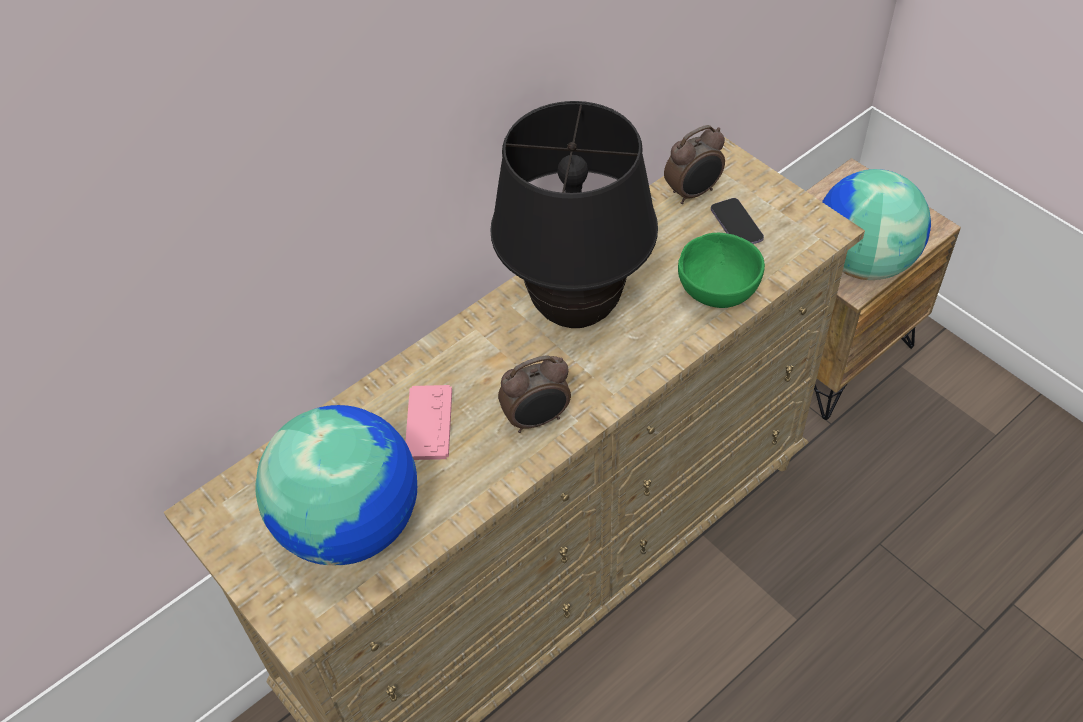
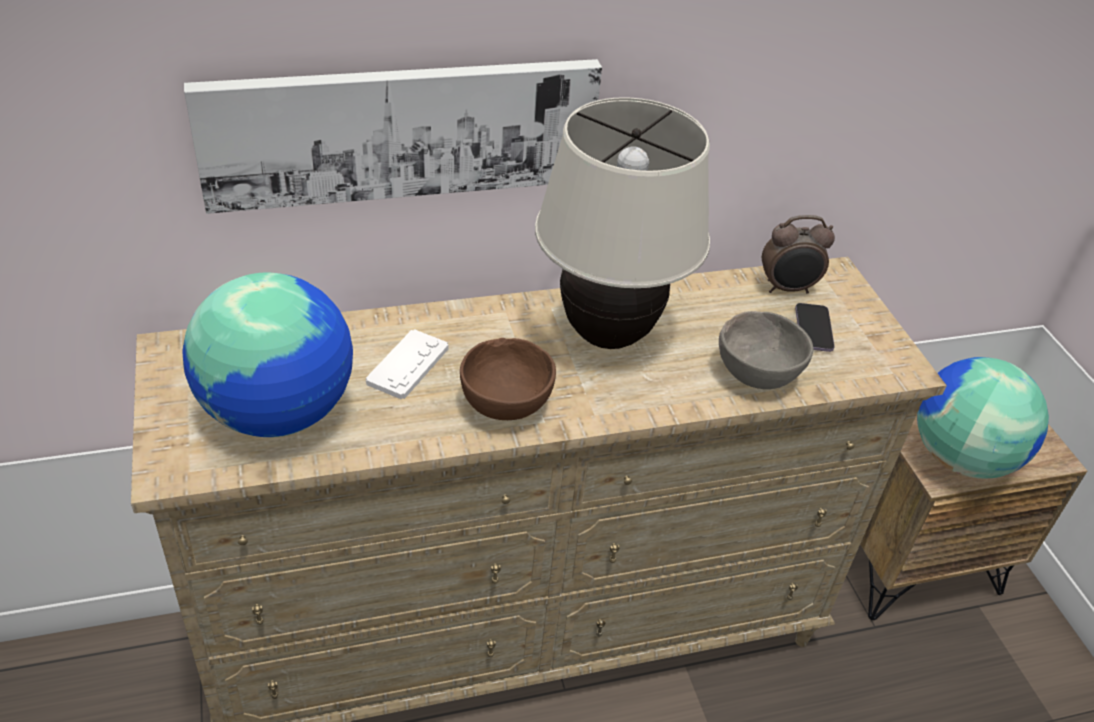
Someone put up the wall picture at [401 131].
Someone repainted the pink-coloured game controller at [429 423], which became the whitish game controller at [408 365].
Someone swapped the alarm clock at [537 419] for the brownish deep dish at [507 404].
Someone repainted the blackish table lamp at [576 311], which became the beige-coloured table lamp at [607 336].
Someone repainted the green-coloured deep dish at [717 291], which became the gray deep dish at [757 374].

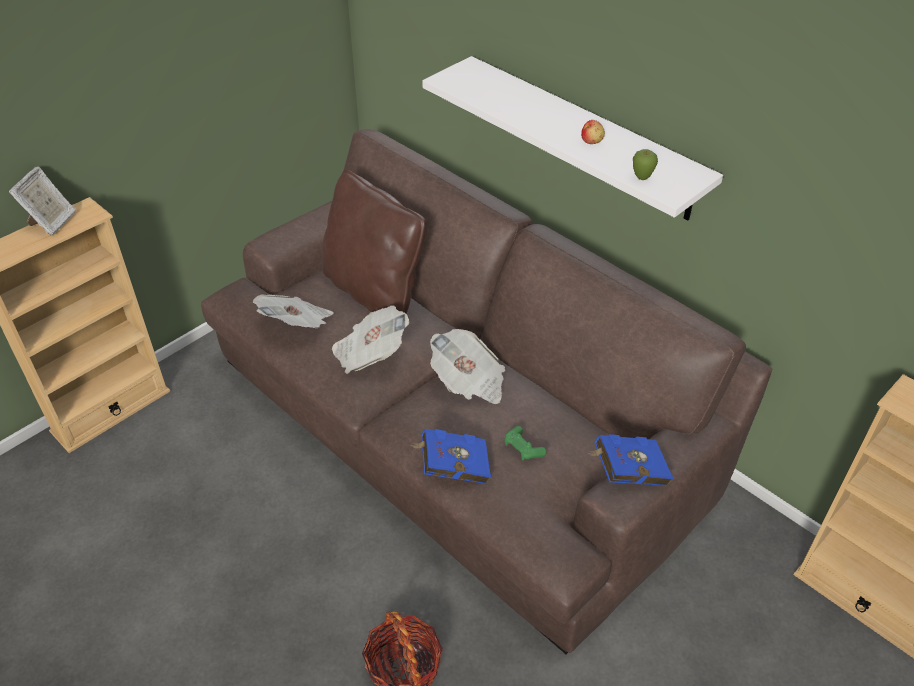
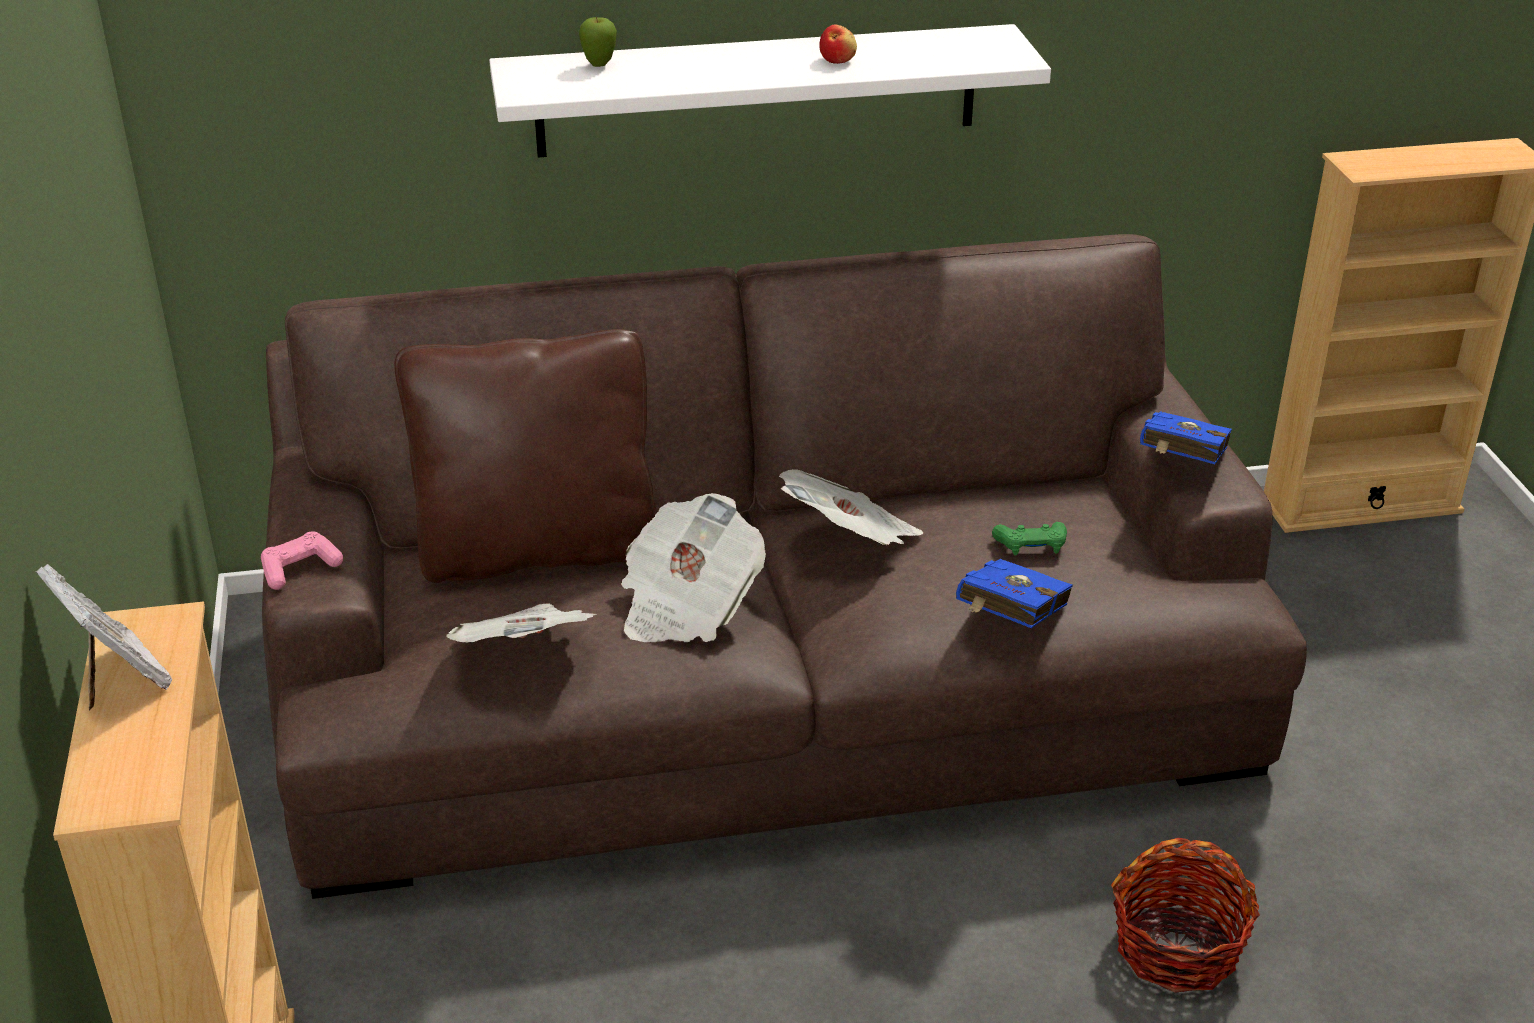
Someone put down the pink-coloured game controller at [300 569].
Someone carried the apple fruit from [642 178] to [599 65].

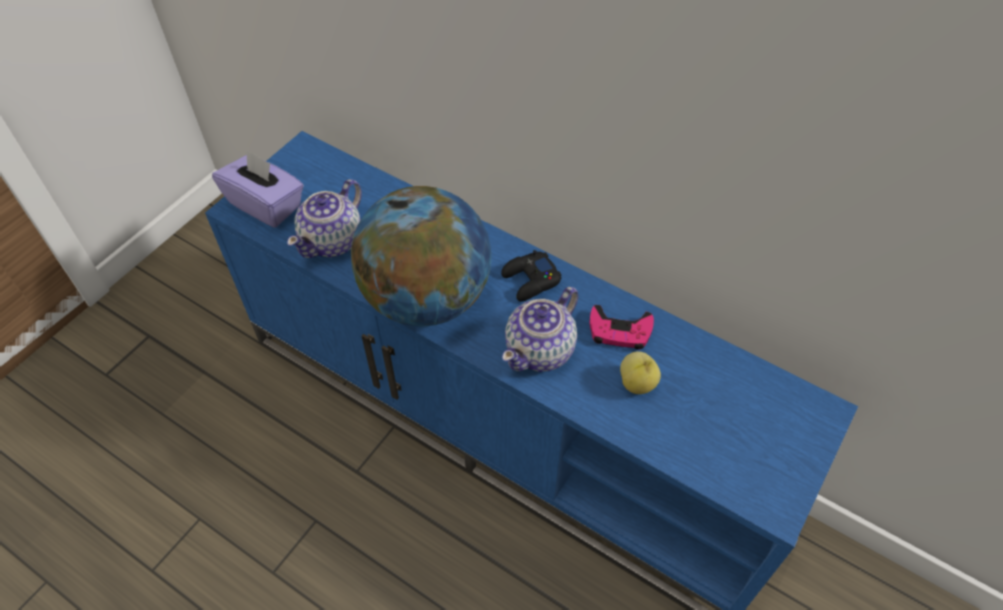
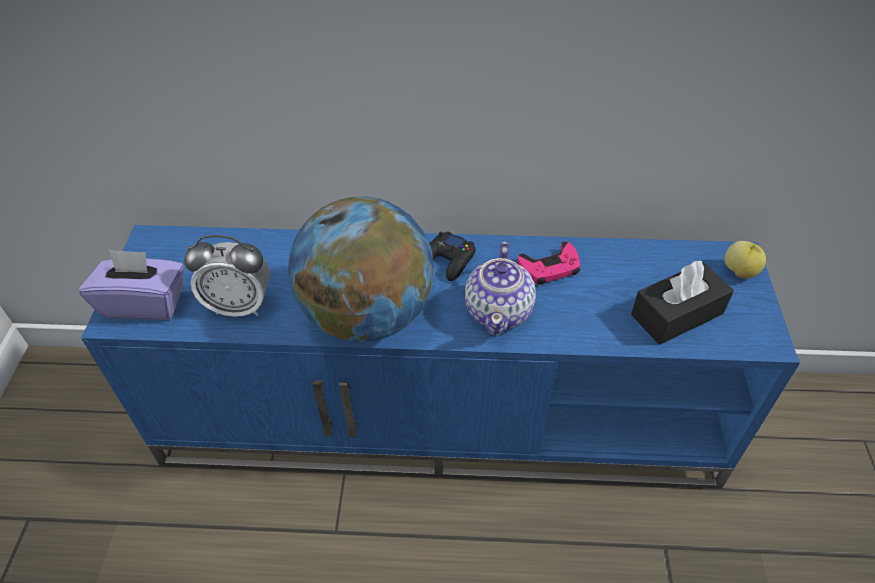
Someone swapped the pot for tea at [333 240] for the alarm clock at [239 306].
Someone put down the blackish tissue box at [677 314].
Someone carried the apple fruit from [637 383] to [740 271].

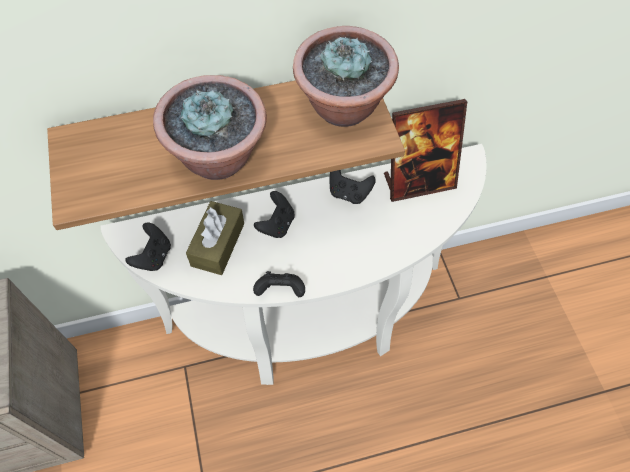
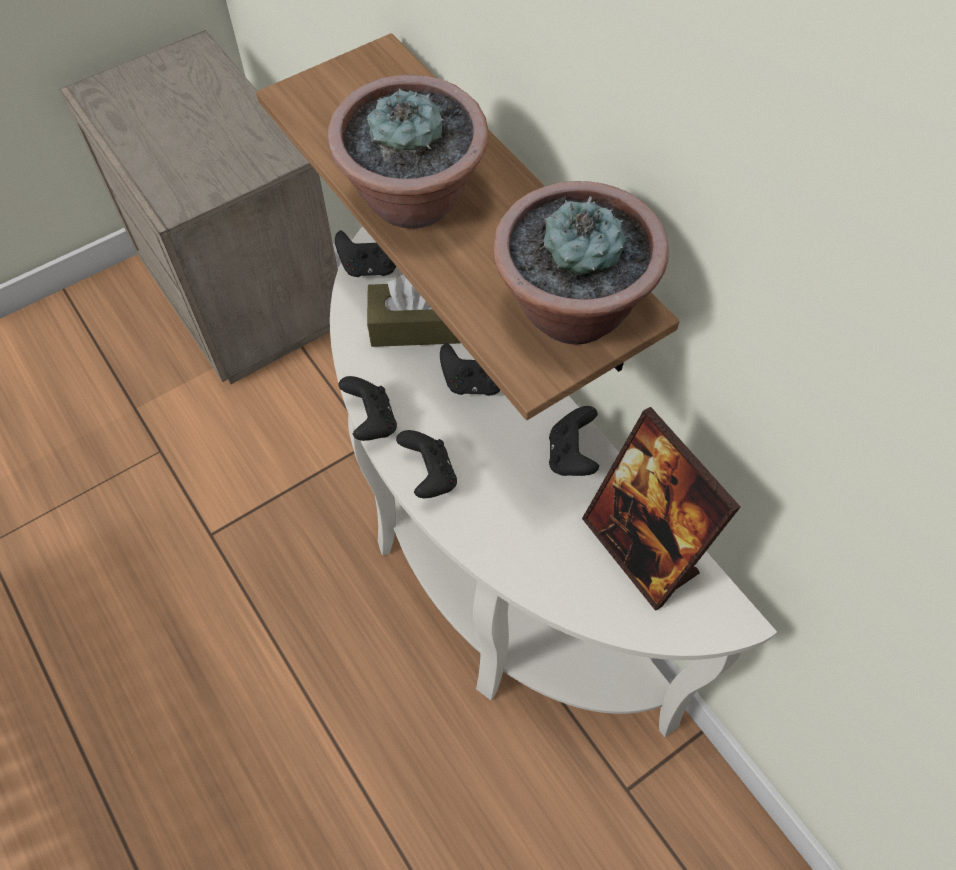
Someone put down the blackish game controller at [429 476].

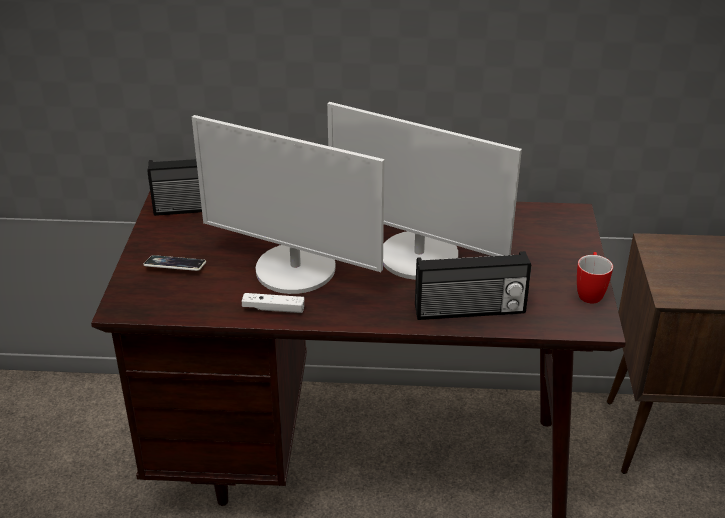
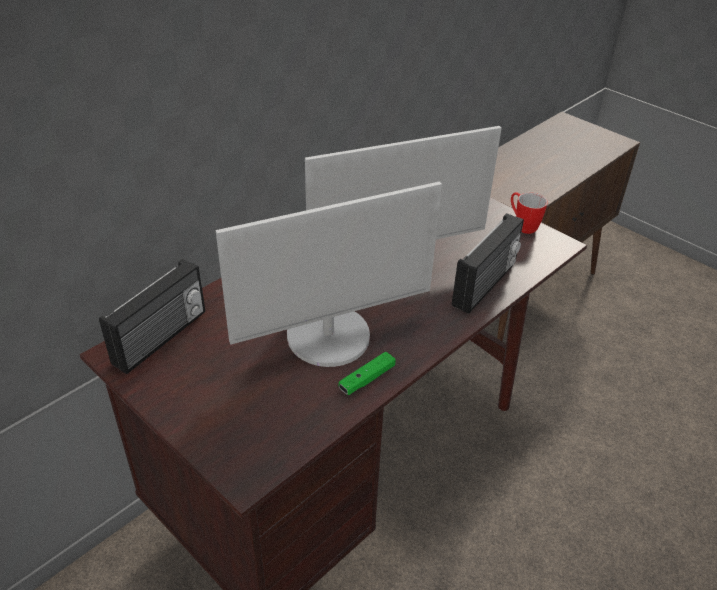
Someone repainted the whitish game controller at [273 309], which became the green-coloured game controller at [367 379].
Someone took away the handset at [175 266].

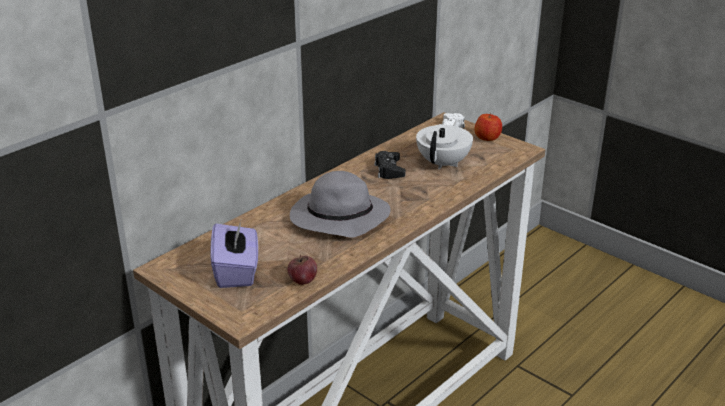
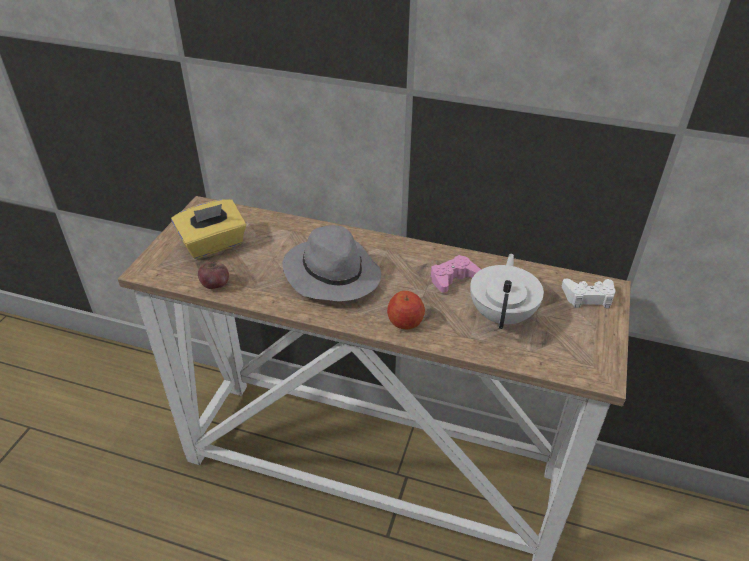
Someone repainted the purple-coloured tissue box at [237 271], which became the yellowish tissue box at [213 244].
Someone carried the apple fruit from [487 138] to [405 322].
Someone repainted the blackish game controller at [389 170], which became the pink-coloured game controller at [452 278].
Someone rotated the whitish pot for tea at [444 163] by 75 degrees counterclockwise.

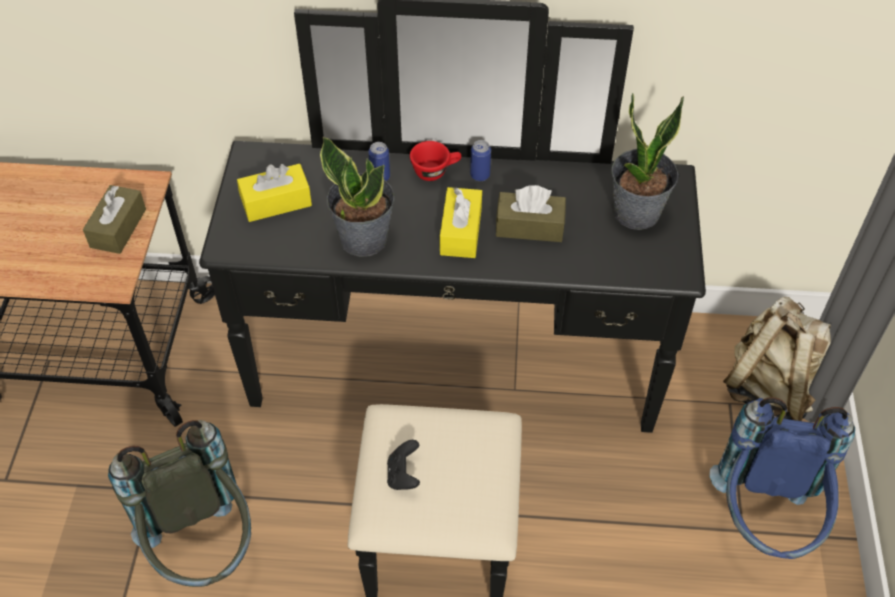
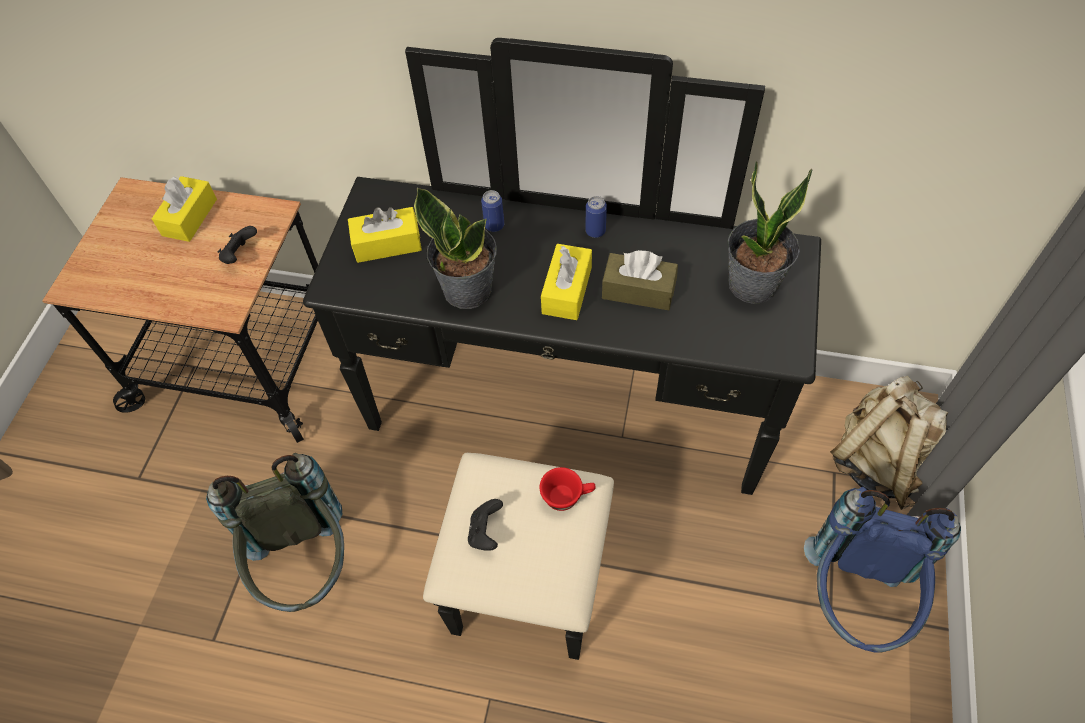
Someone put down the yellowish tissue box at [189 217].
Someone swapped the brownish tissue box at [118 228] for the blackish game controller at [240 255].
Someone carried the red small cup from [435 171] to [567 496].

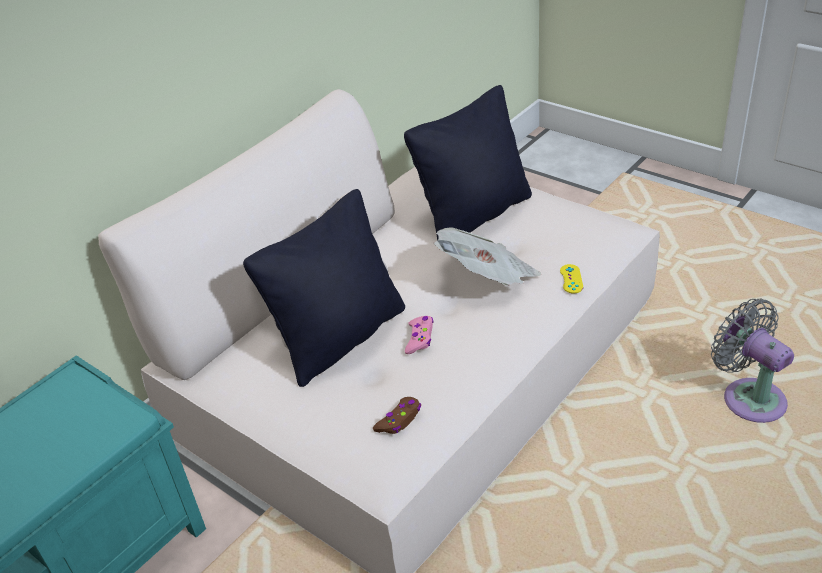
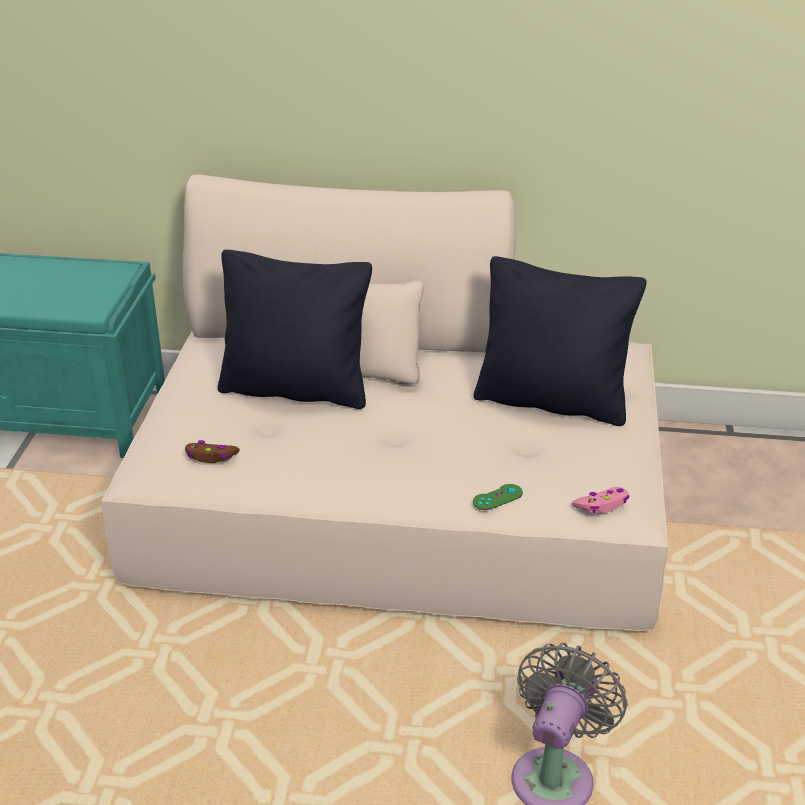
Someone repainted the yellowish game controller at [571 279], which became the green-coloured game controller at [497 497].
Someone carried the pink-coloured game controller from [420 338] to [602 505].
Someone took away the newspaper at [488 278].

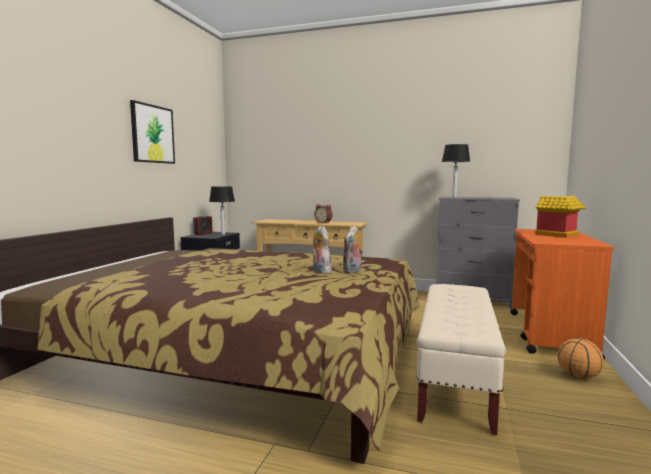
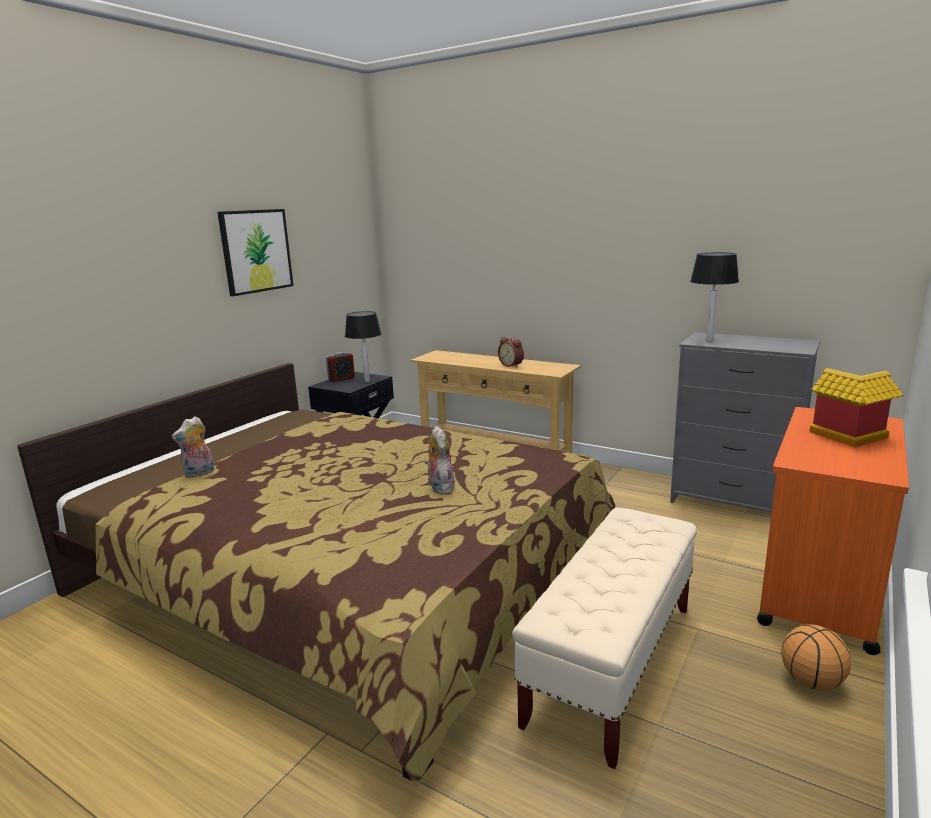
Someone carried the plush toy from [353 271] to [199 473].

